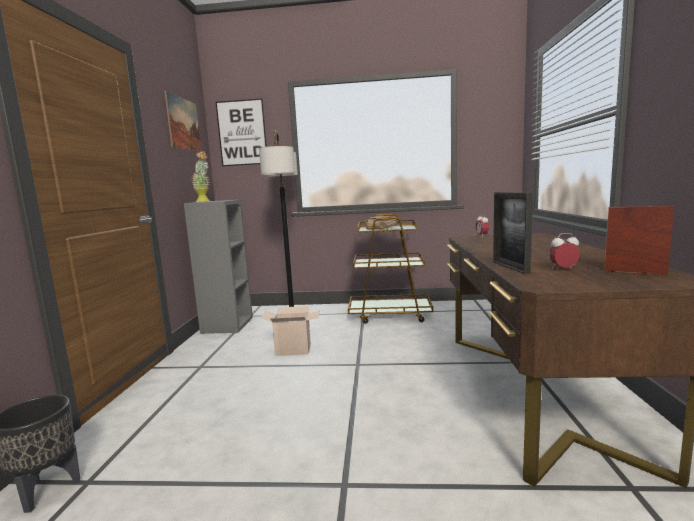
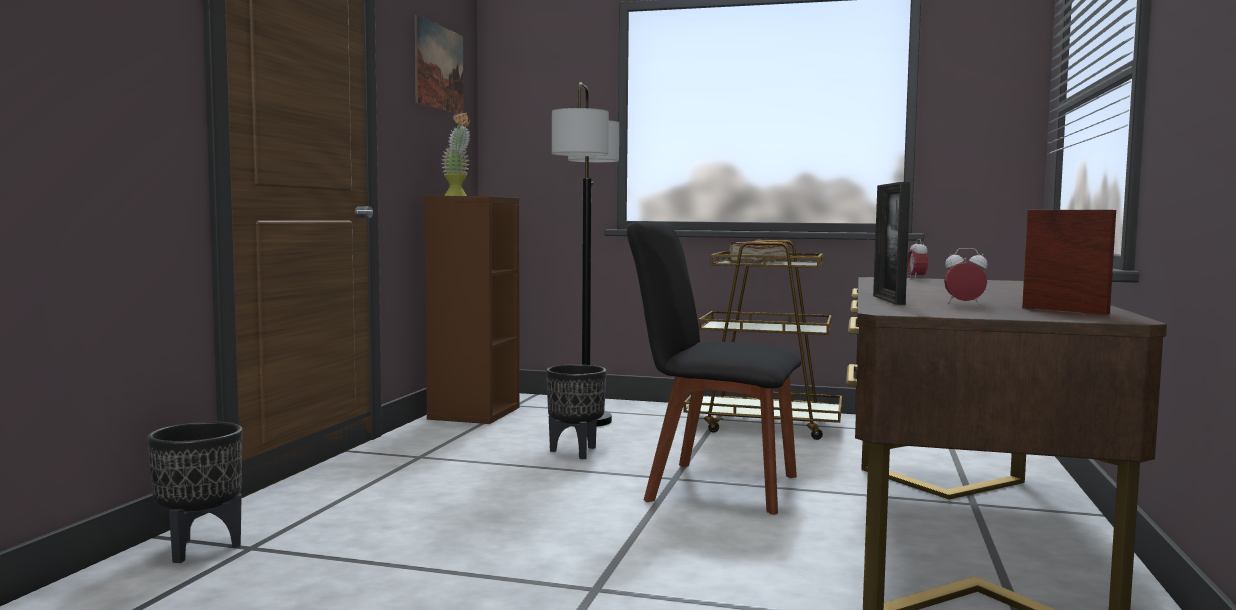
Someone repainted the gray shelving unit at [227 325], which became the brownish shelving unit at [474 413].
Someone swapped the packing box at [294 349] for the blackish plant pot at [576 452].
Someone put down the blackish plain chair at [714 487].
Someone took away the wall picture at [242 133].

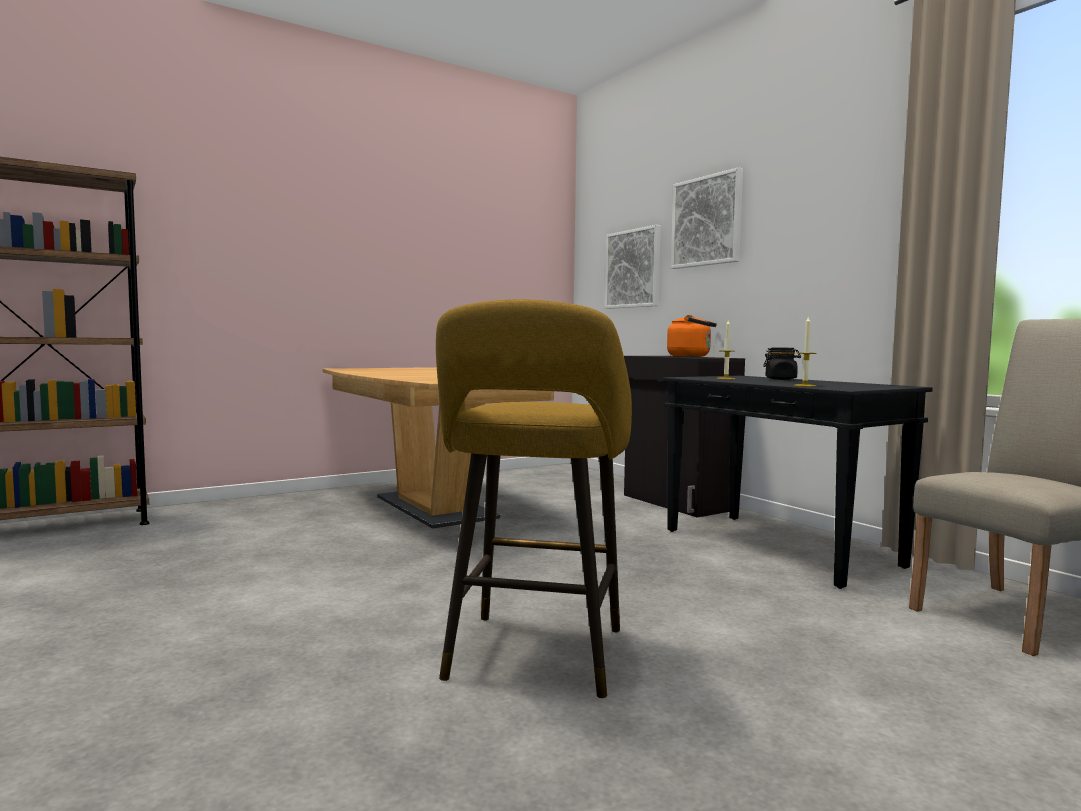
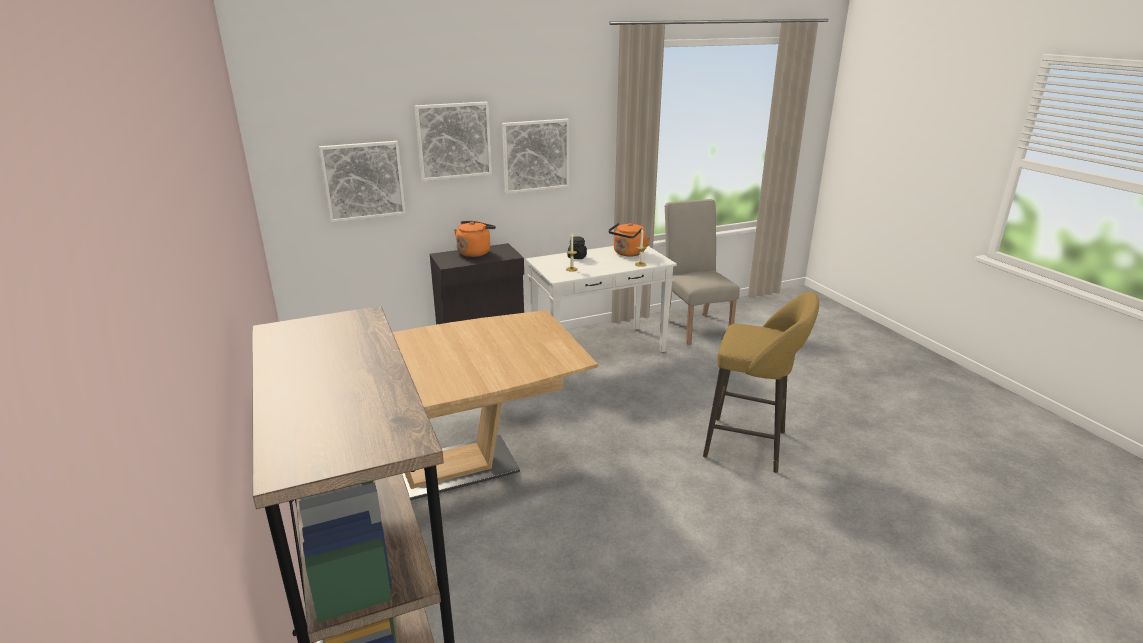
Someone put up the wall picture at [535 155].
Someone repainted the blackish hall table at [780 548], which became the whitish hall table at [599 349].
Someone put down the orange water kettle at [628 253].

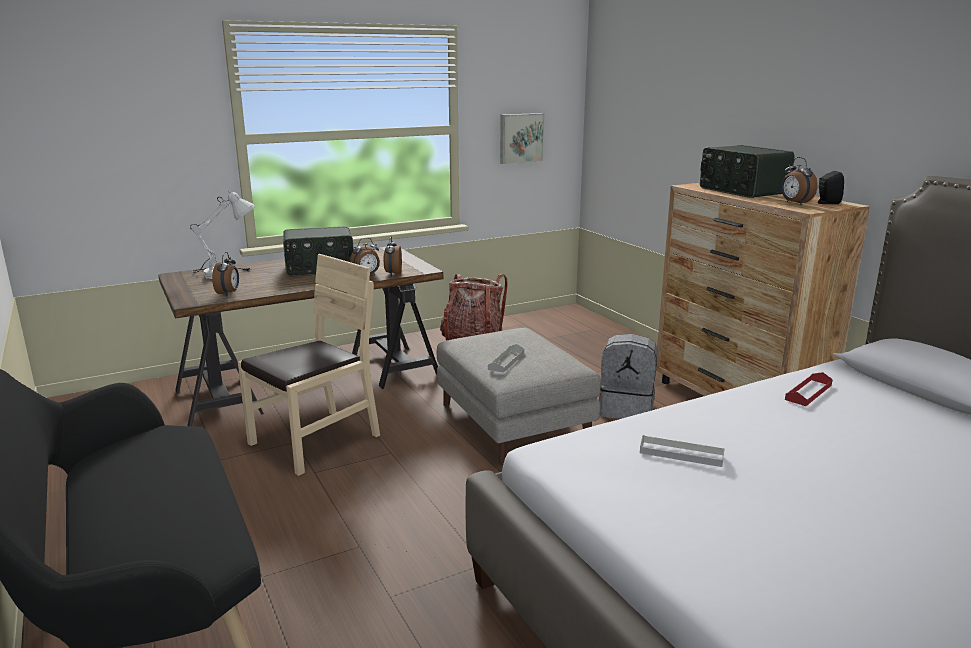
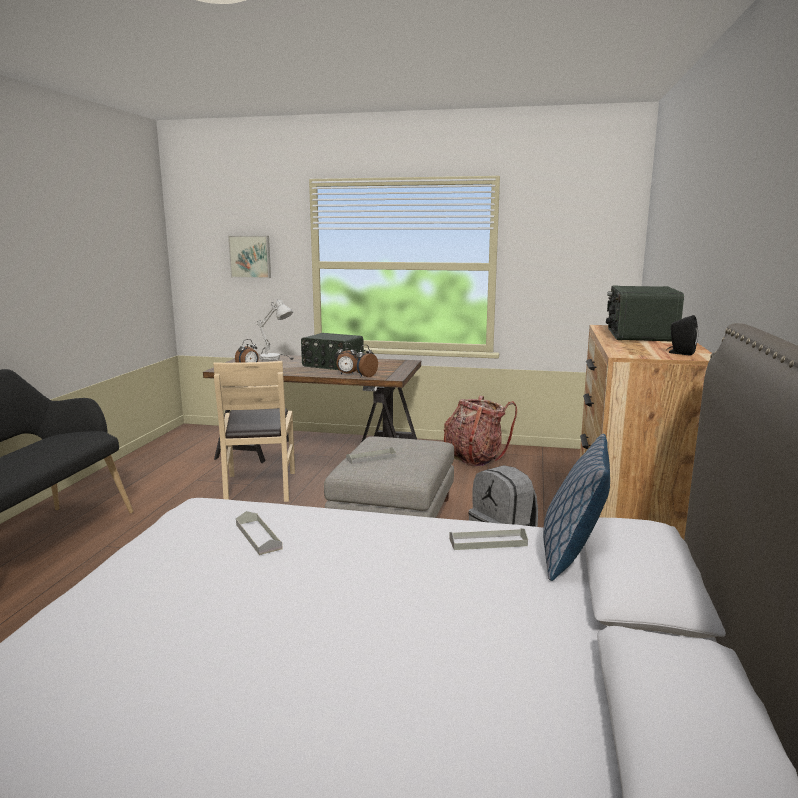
Someone rotated the beige-coloured plain chair at [315 440] by 90 degrees clockwise.
Someone carried the wall picture from [520 138] to [250 256].
Someone repainted the red carrying tray at [808 392], which became the gray carrying tray at [488 542].
Someone put down the cushion at [572 554].
Someone took away the alarm clock at [794 203].

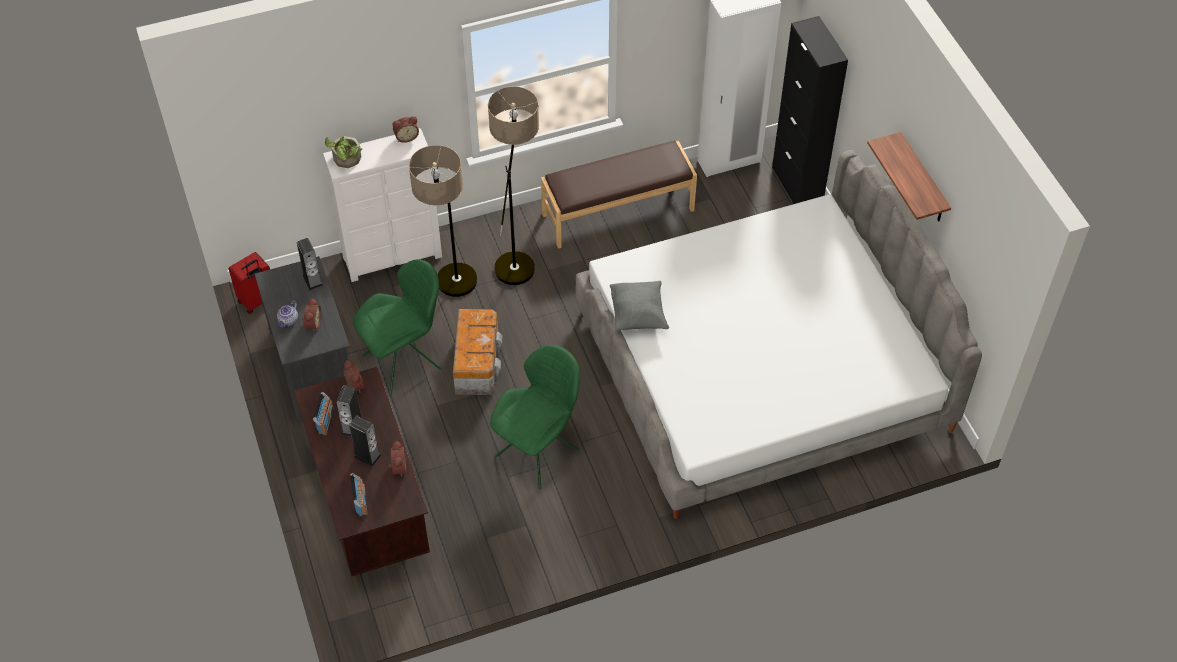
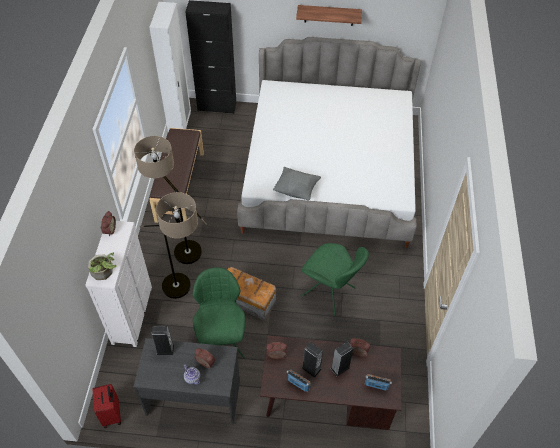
Someone rotated the green-coloured plain chair at [539 451] by 150 degrees clockwise.

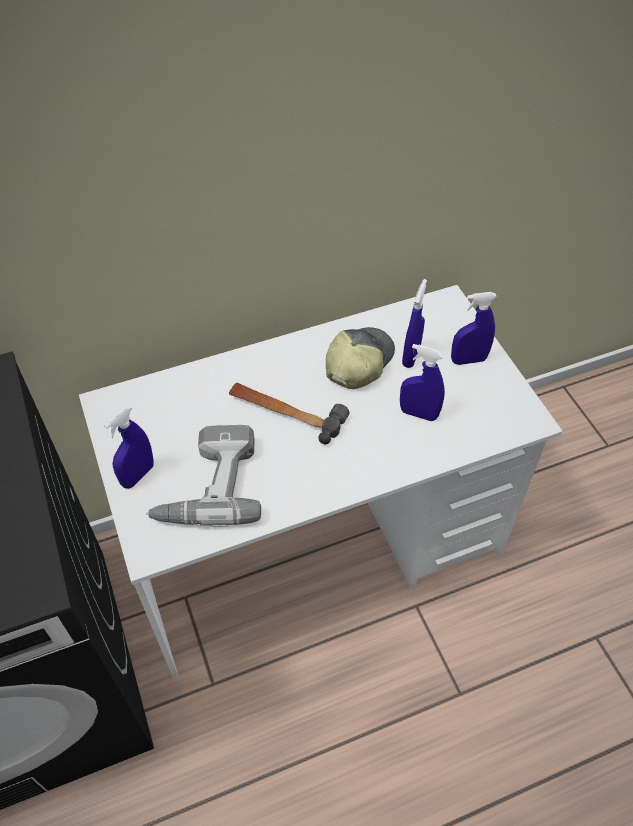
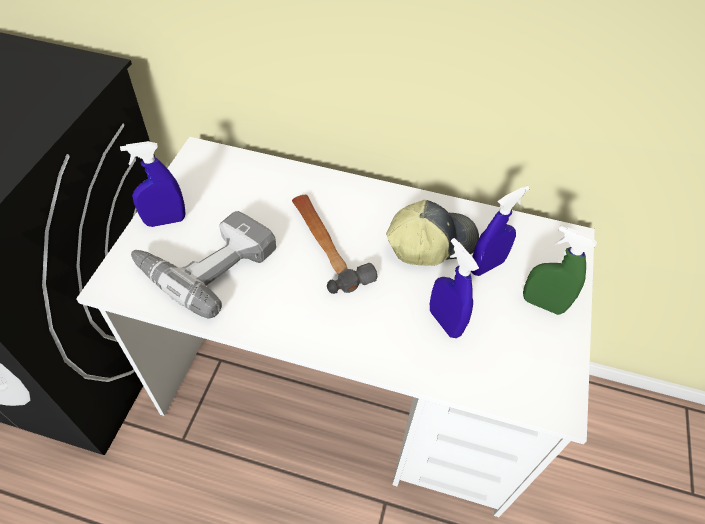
Someone repainted the blue-coloured hand sprayer at [468 360], which became the green-coloured hand sprayer at [542 304].

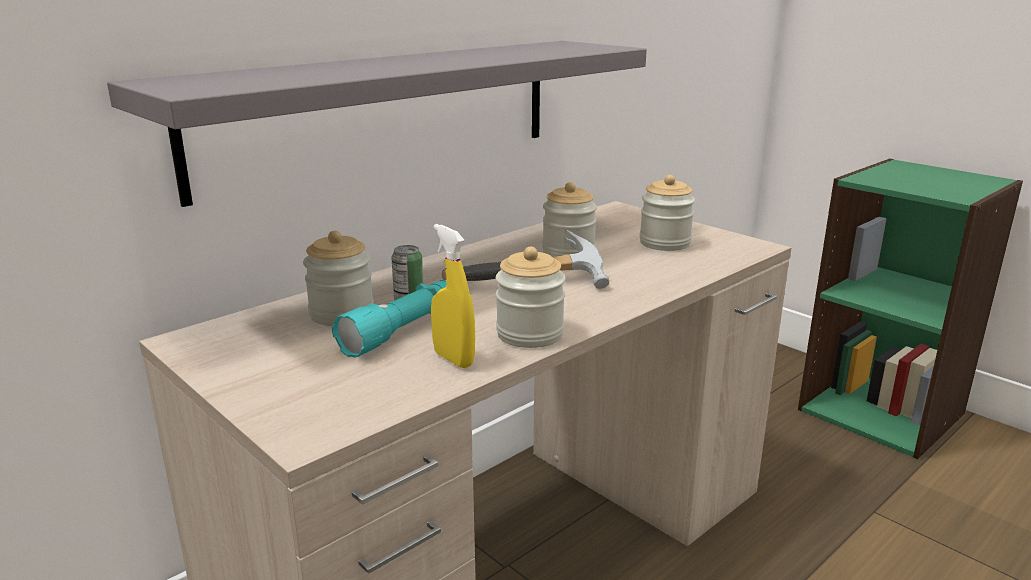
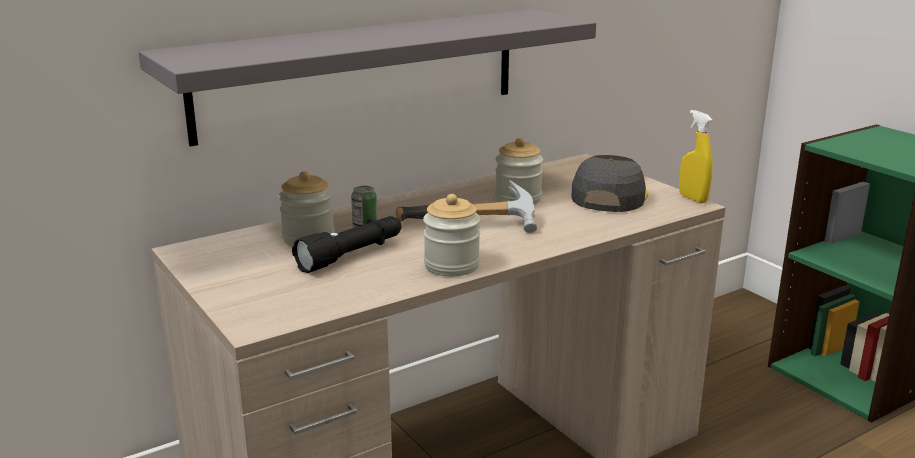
Someone repainted the turquoise-coloured flashlight at [403 330], which became the blackish flashlight at [352 255].
Someone swapped the storage jar at [664 243] for the gray cap at [609 196].
Someone carried the yellowish hand sprayer from [453 359] to [692 198].

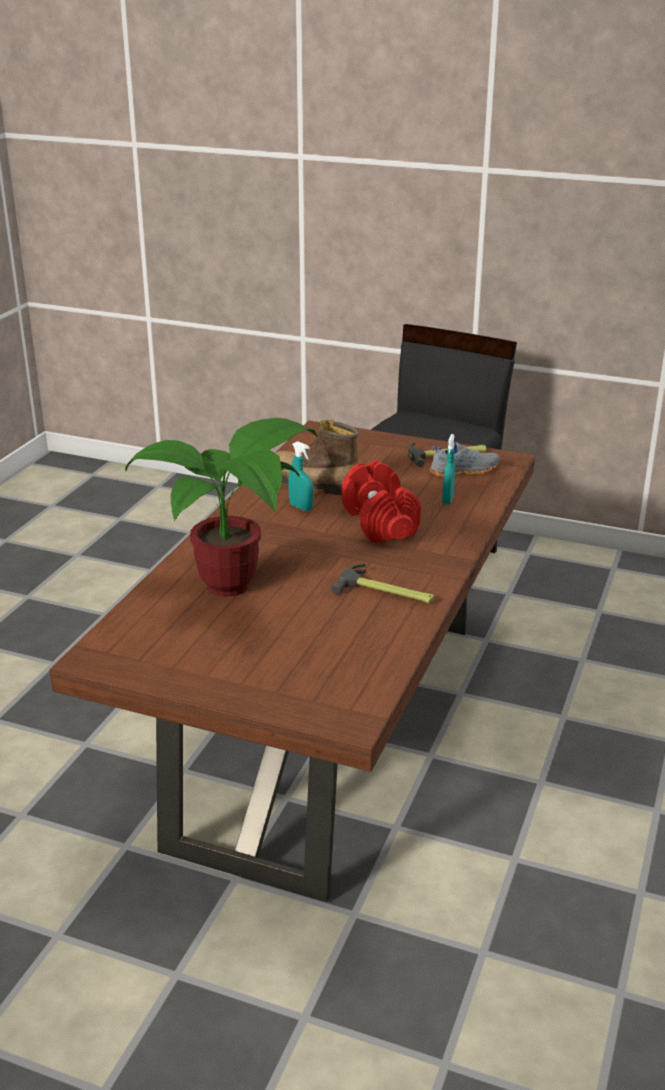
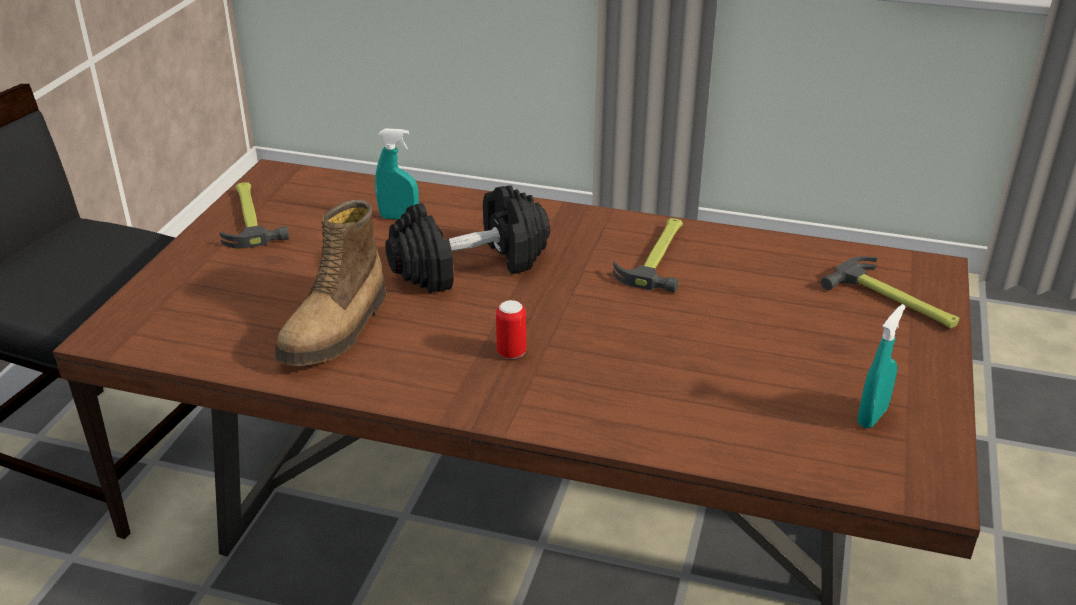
Someone repainted the red hand weight at [380 522], which became the blackish hand weight at [470 265].
Someone put down the metal can at [511 353].
Someone put down the hammer at [895 301].
Someone carried the turquoise-coloured hand sprayer from [301 507] to [872 416].
Someone took away the potted plant at [234 589].
Someone took away the gray shoe at [463 470].

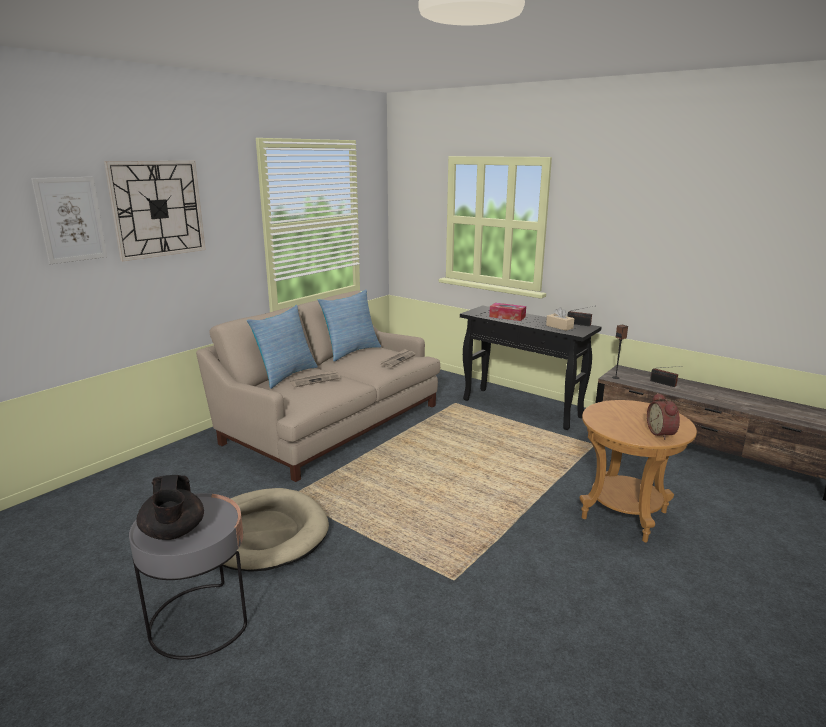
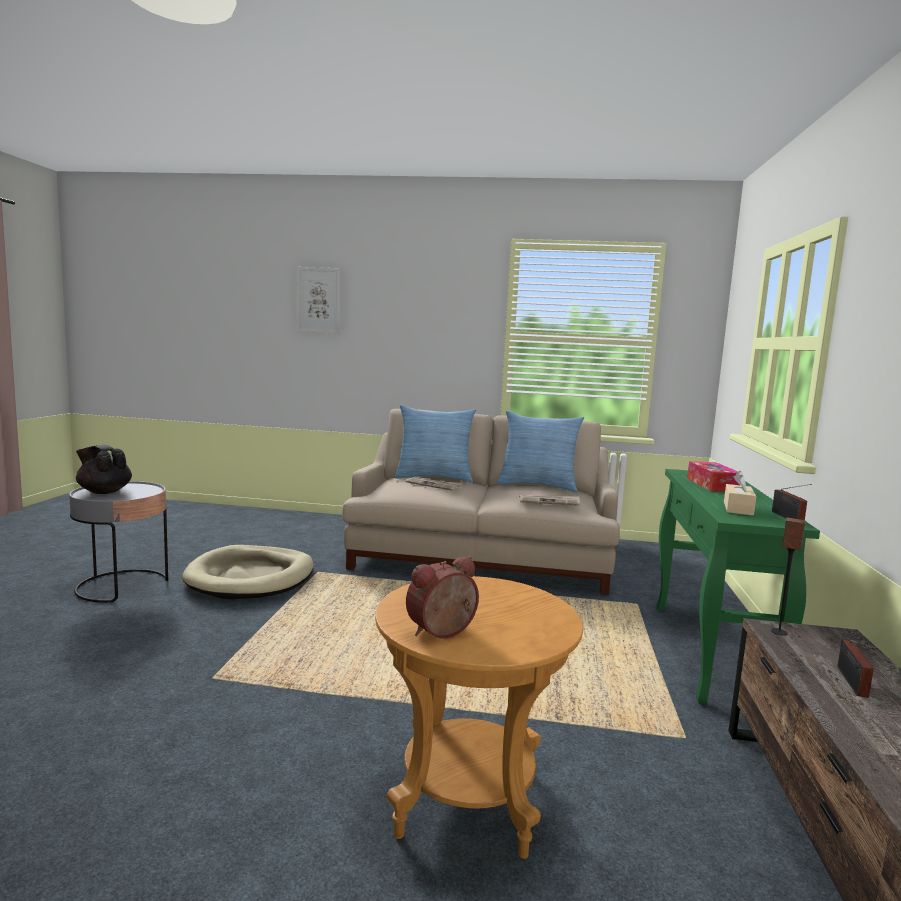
Someone rotated the blackish pot for tea at [173 533] by 75 degrees clockwise.
Someone repainted the blackish hall table at [522 408], which became the green-coloured hall table at [709 653].
Someone took away the hanging clock at [157 209].

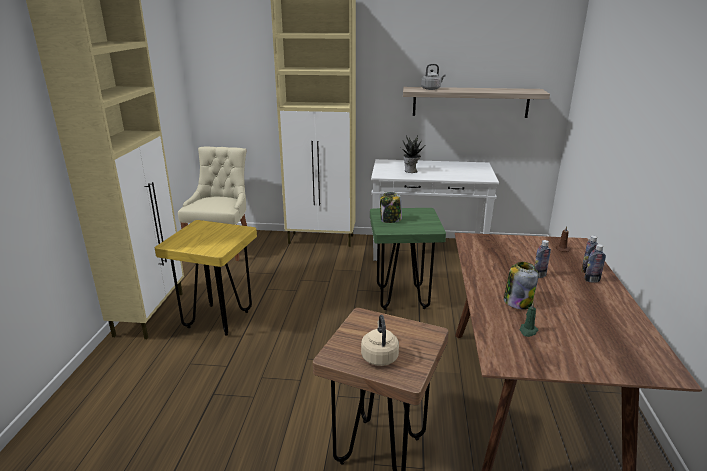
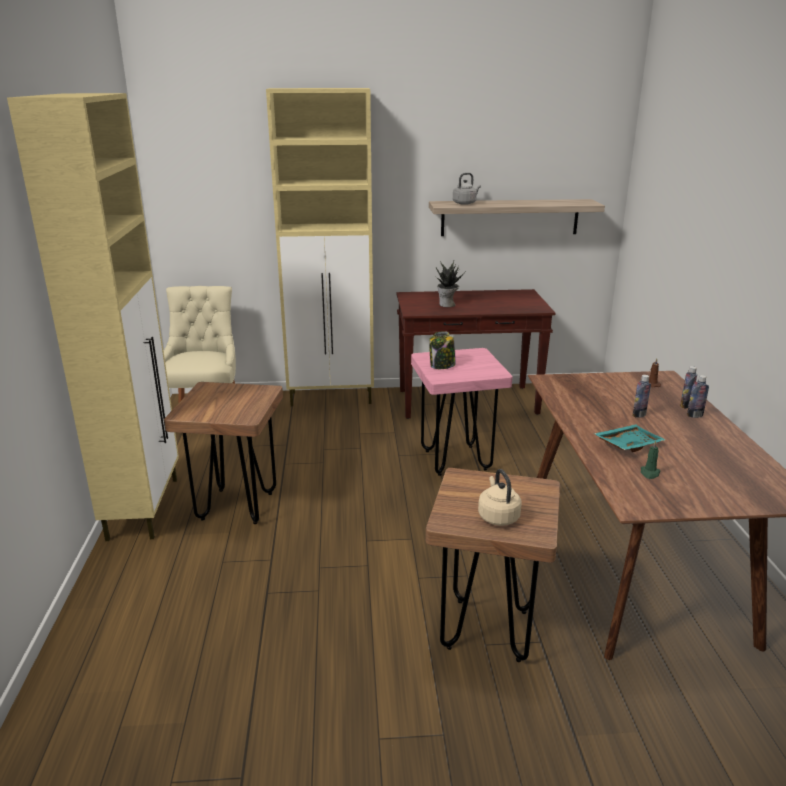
Someone repainted the yellowish stool at [218 319], which became the brownish stool at [237 506].
Someone repainted the whitish hall table at [428 251], which became the brownish hall table at [468 402].
Someone repainted the green-coloured stool at [402 298], which became the pink-coloured stool at [456 460].
Someone swapped the storage jar at [517 302] for the turquoise-coloured carrying tray at [627 445].

